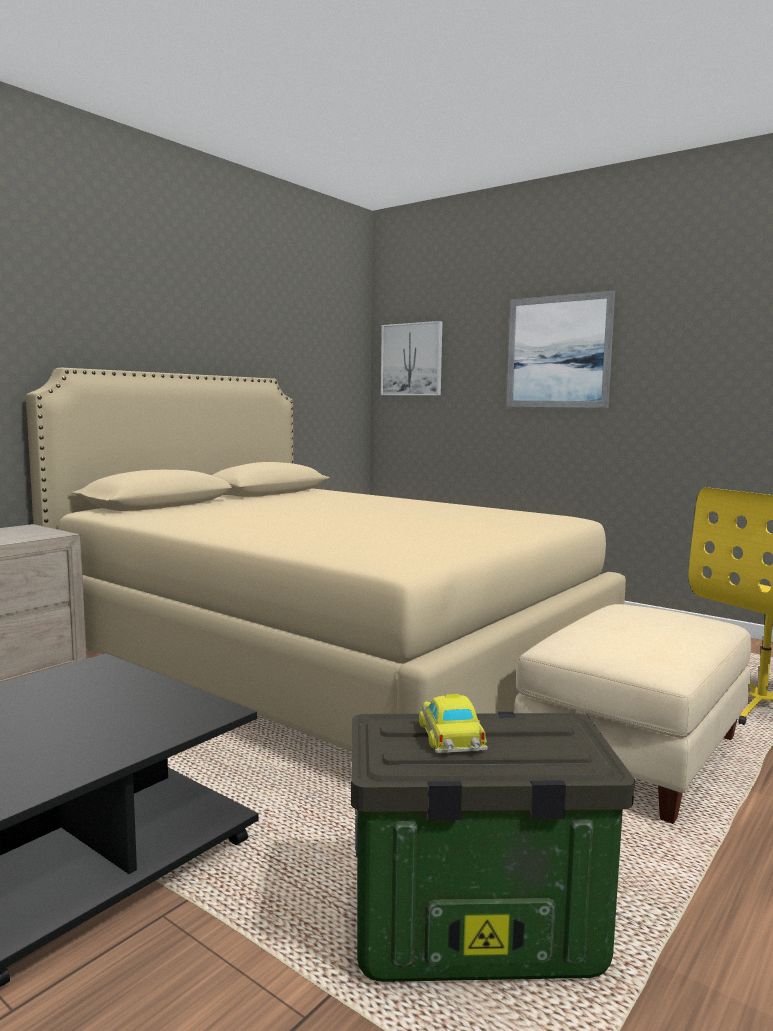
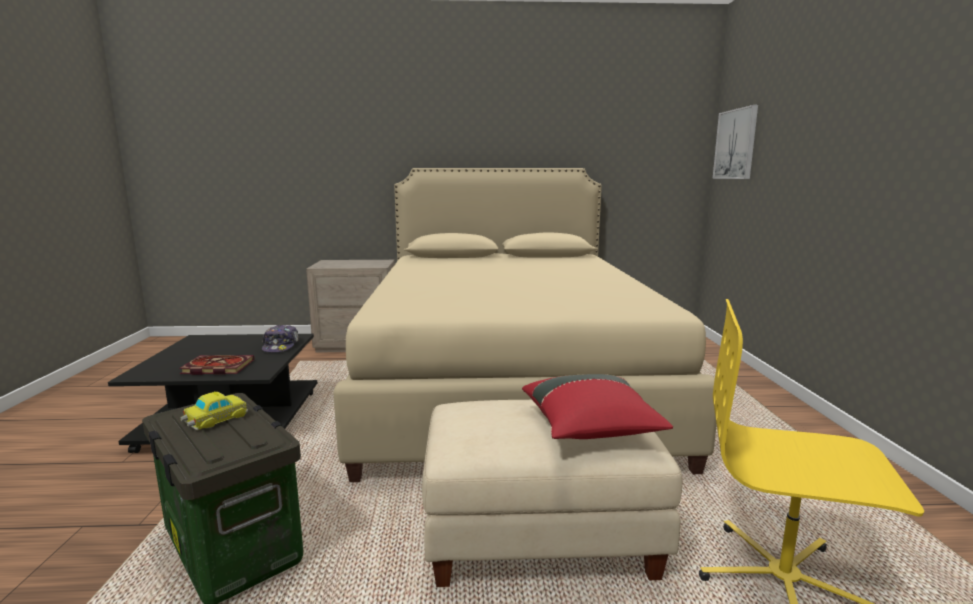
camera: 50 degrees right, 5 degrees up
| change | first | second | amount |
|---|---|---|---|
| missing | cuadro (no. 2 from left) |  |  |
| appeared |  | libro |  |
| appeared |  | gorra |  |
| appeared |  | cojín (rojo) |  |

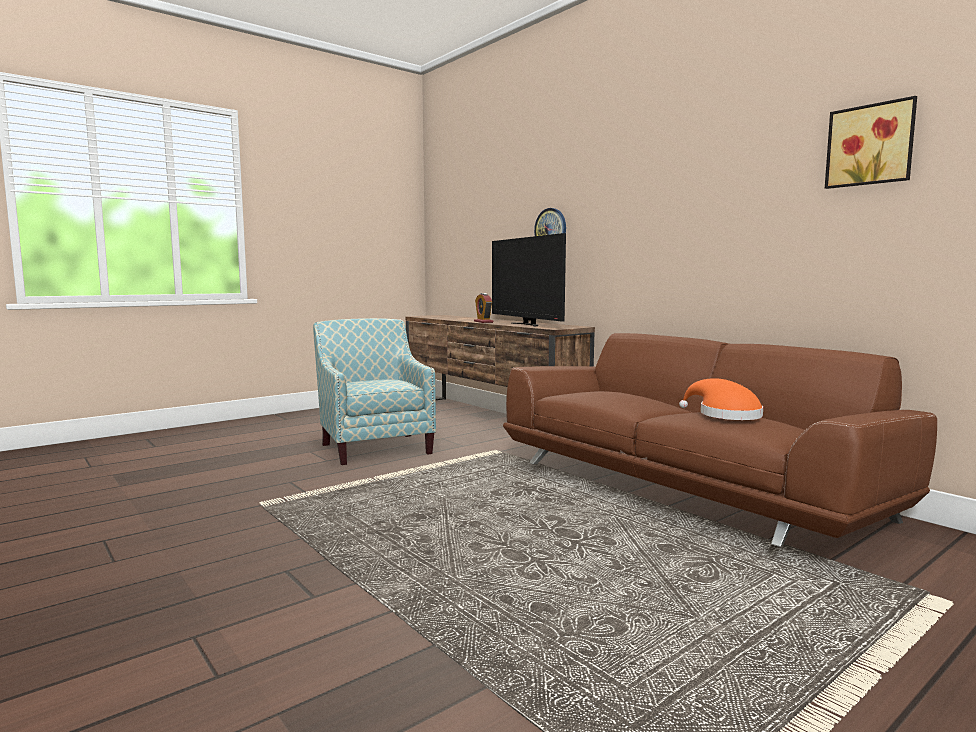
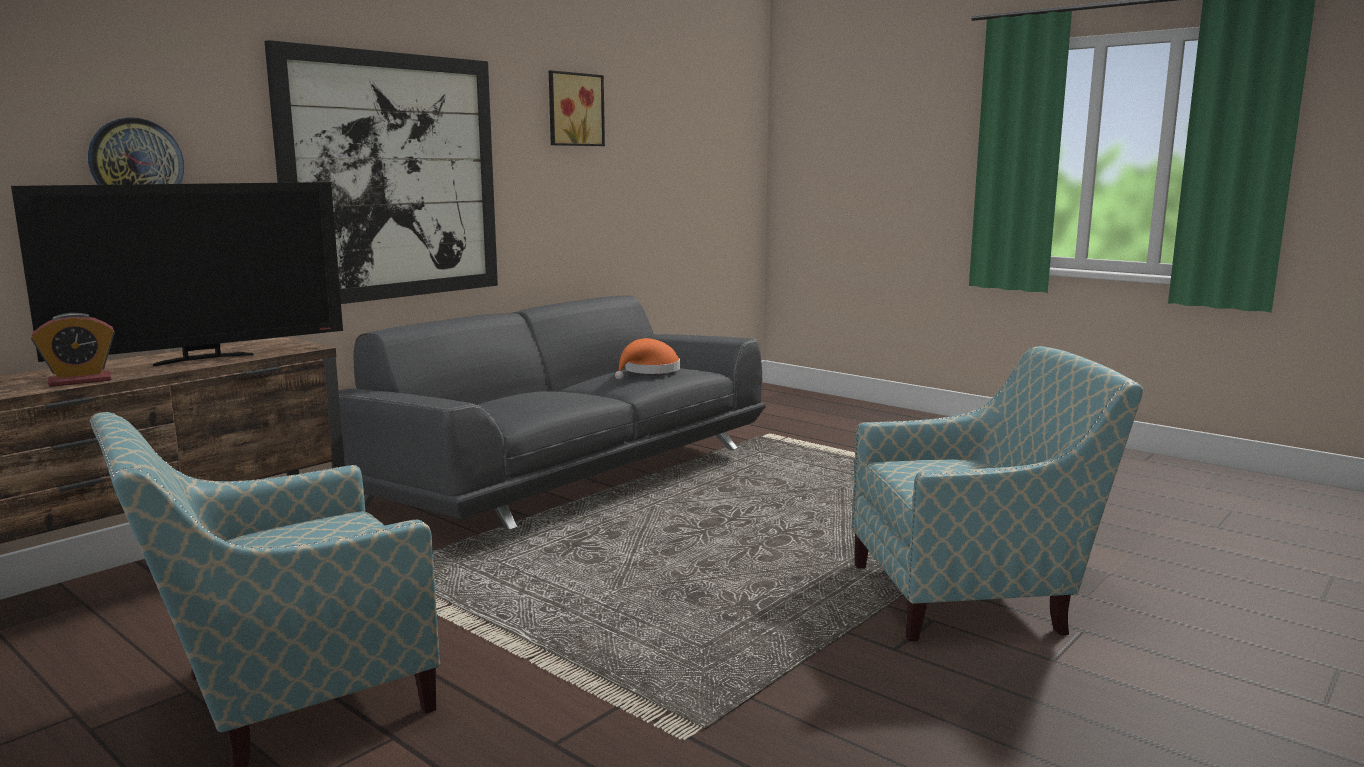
camera: 100 degrees left, 5 degrees up
| change | first | second | amount |
|---|---|---|---|
| appeared |  | cuadro (no. 1 from left) |  |
| appeared |  | sillón (no. 2 from left) |  |
| colour | sofá (marrón) | sofá (gris) |  |

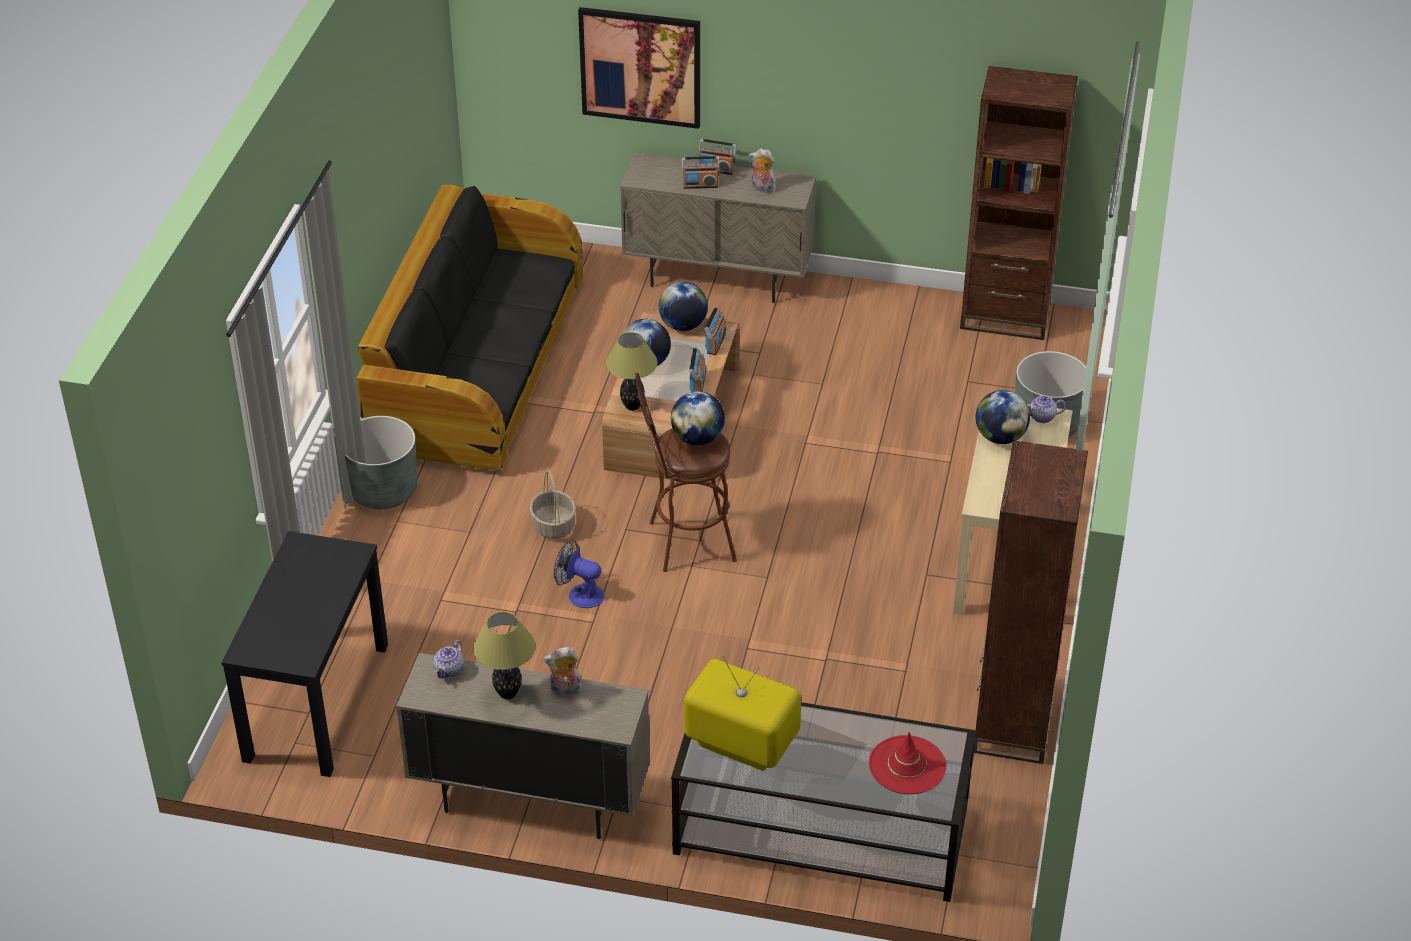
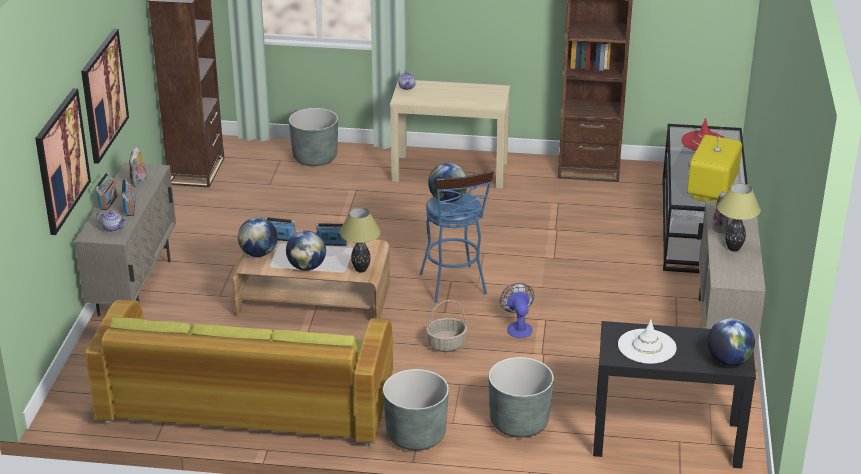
camera: 95 degrees left, 10 degrees down
| change | first | second | amount |
|---|---|---|---|
| appeared |  | cuadro (no. 2 from left) |  |
| appeared |  | maceta (gris) (no. 3 from left) |  |
| appeared |  | sombrero (blanco) |  |
| relocated | tetera (no. 1 from left) |  |  |
| relocated | globo terráqueo (no. 4 from left) |  |  |
| colour | sofá (negro) | sofá (verde) |  |
| colour | taburete (marrón) | taburete (azul) |  |
| spun | ventilador |  | 150 degrees clockwise |

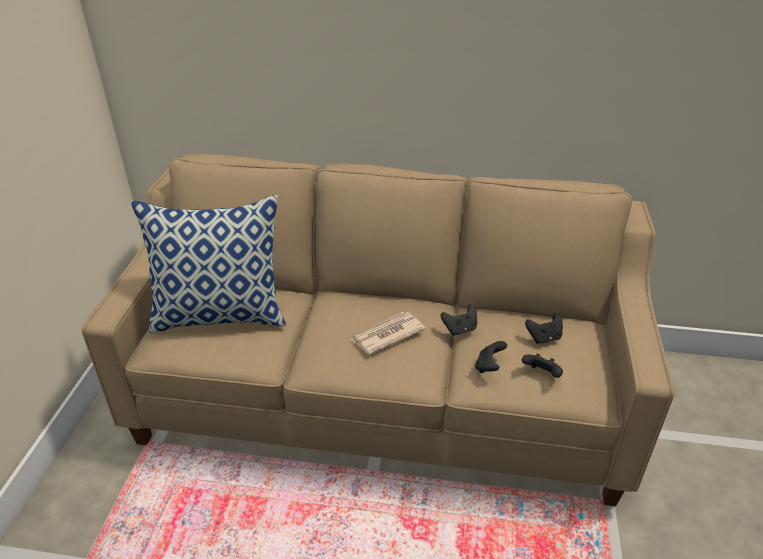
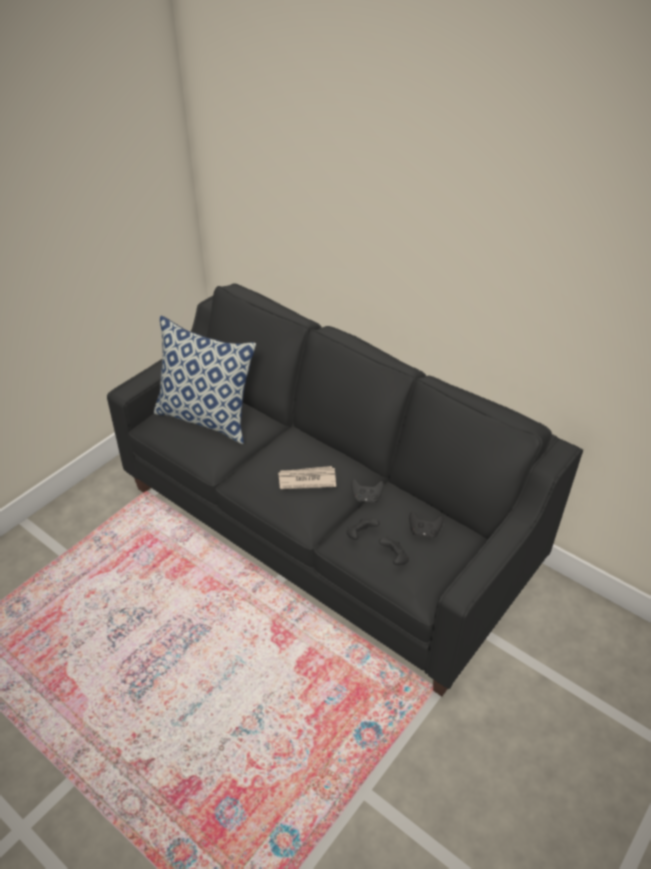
camera: 30 degrees right, 5 degrees up
| change | first | second | amount |
|---|---|---|---|
| colour | sofá (beis) | sofá (negro) |  |

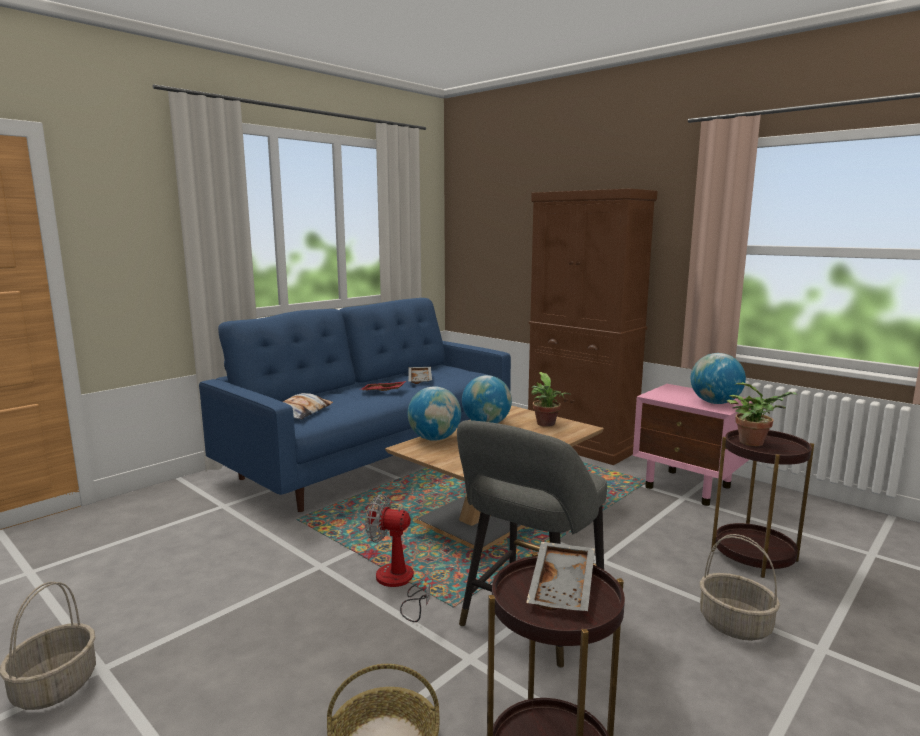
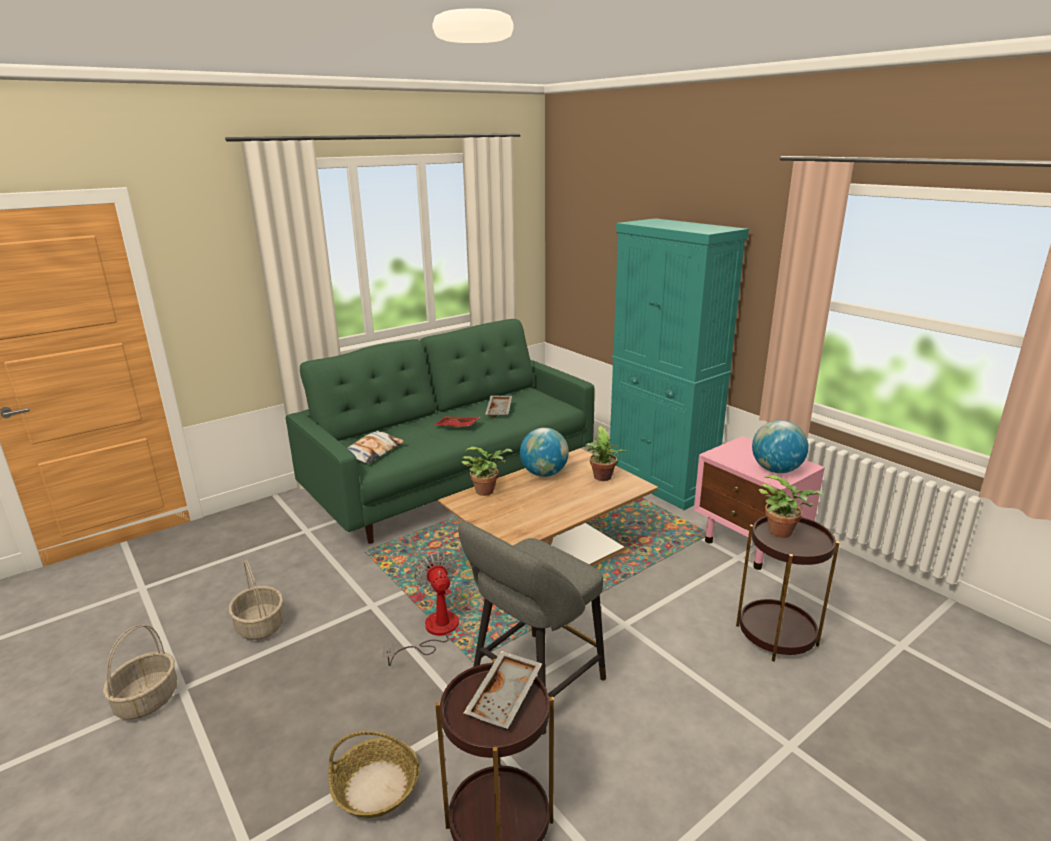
camera: 10 degrees right, 10 degrees up
| change | first | second | amount |
|---|---|---|---|
| relocated | cesta (no. 3 from left in the first image) | cesta (no. 2 from left) |  |
| exchanged | globo terráqueo (no. 1 from left) | planta en maceta (no. 1 from left) |  |
| colour | sofá (azul) | sofá (verde) |  |
| colour | armario (marrón) | armario (turquesa) |  |
| spun | ventilador |  | 45 degrees clockwise |

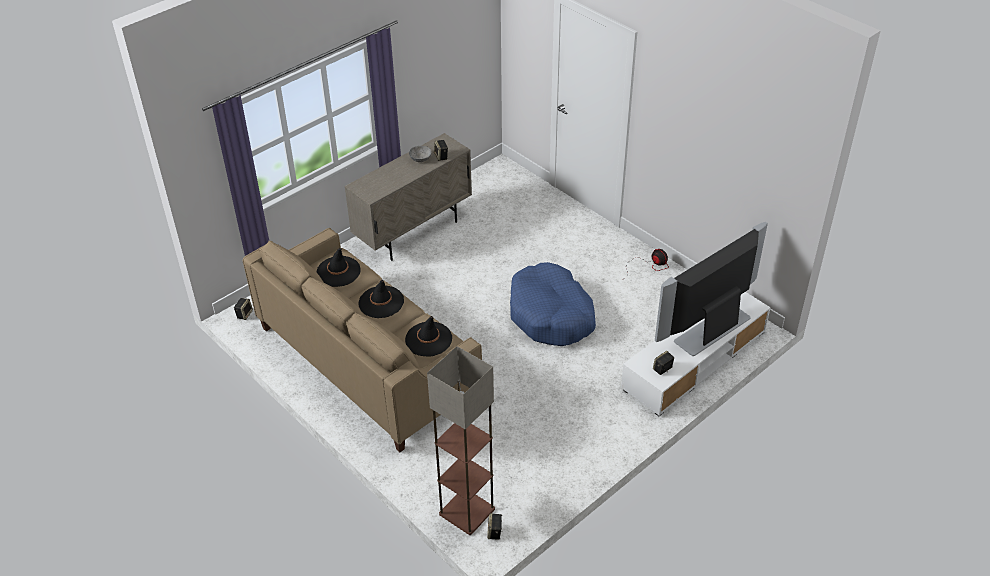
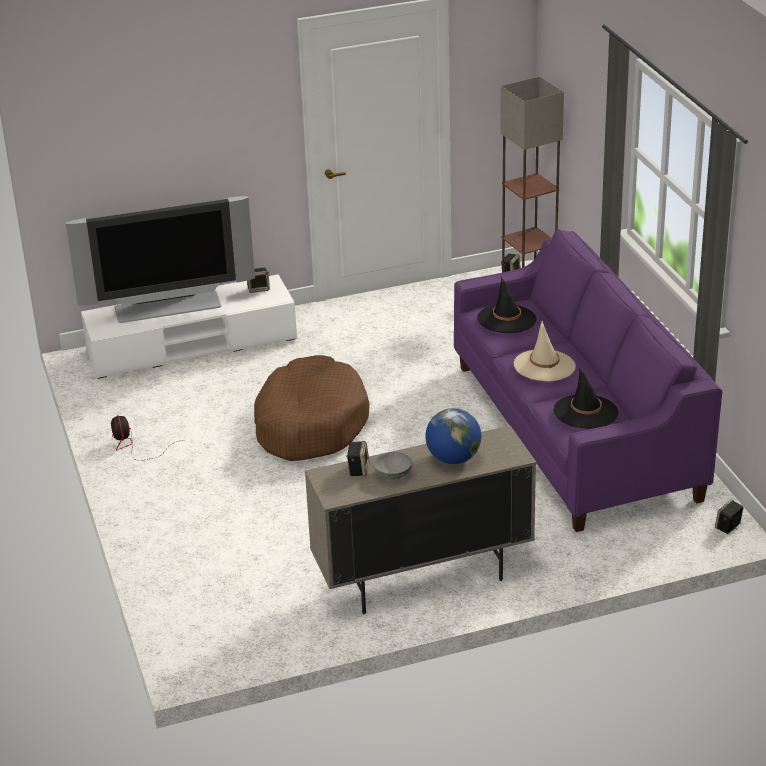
camera: 155 degrees left, 10 degrees down
| change | first | second | amount |
|---|---|---|---|
| appeared |  | globo terráqueo |  |
| colour | sofá (beis) | sofá (morado) |  |
| colour | sombrero (negro) (no. 2 from left) | sombrero (beis) |  |
| colour | cama para perro (azul) | cama para perro (marrón) |  |

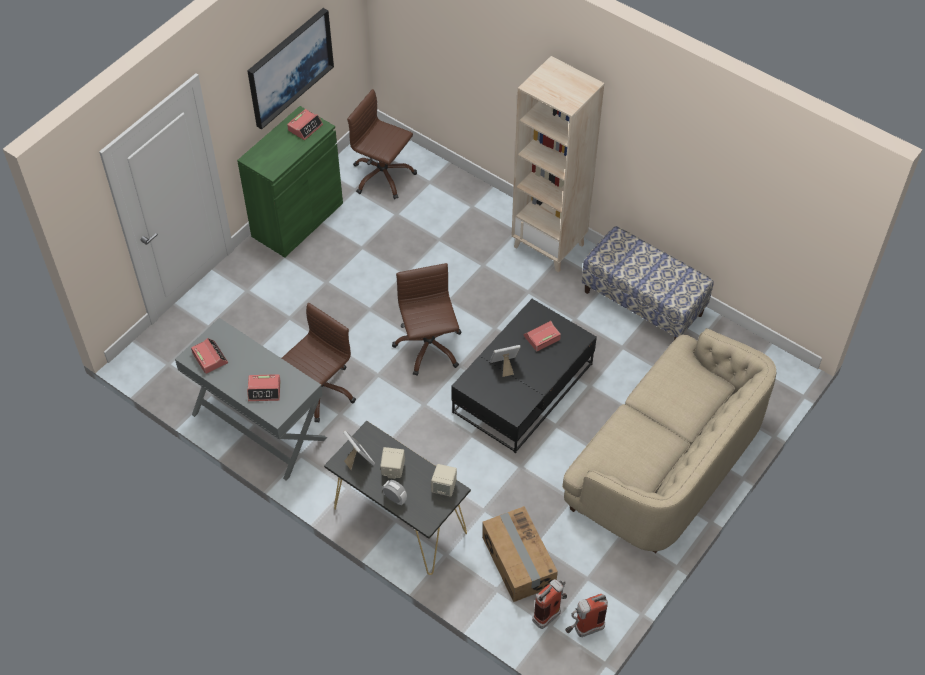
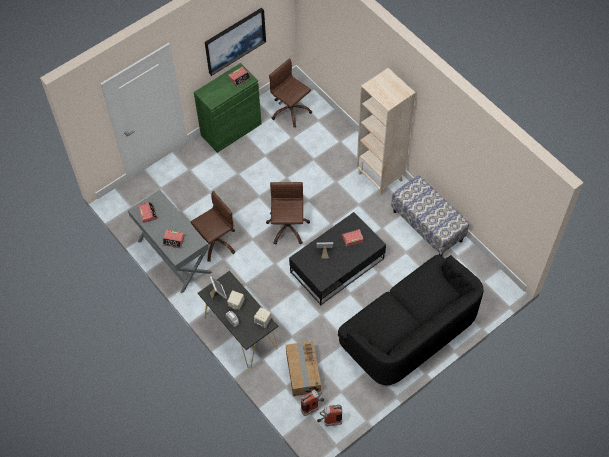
camera: 15 degrees right, 5 degrees up
| change | first | second | amount |
|---|---|---|---|
| colour | sofá (beis) | sofá (negro) |  |

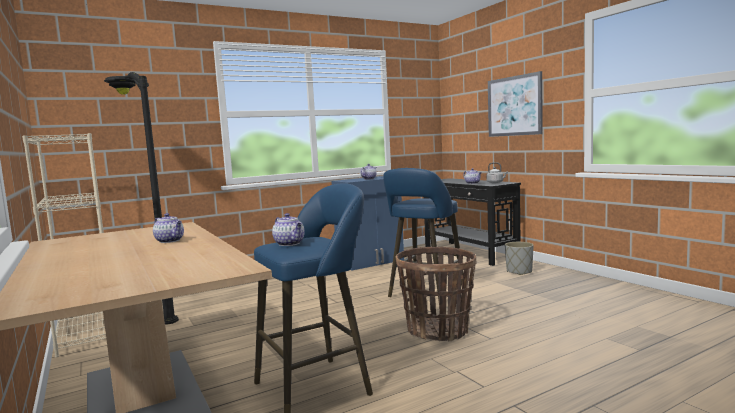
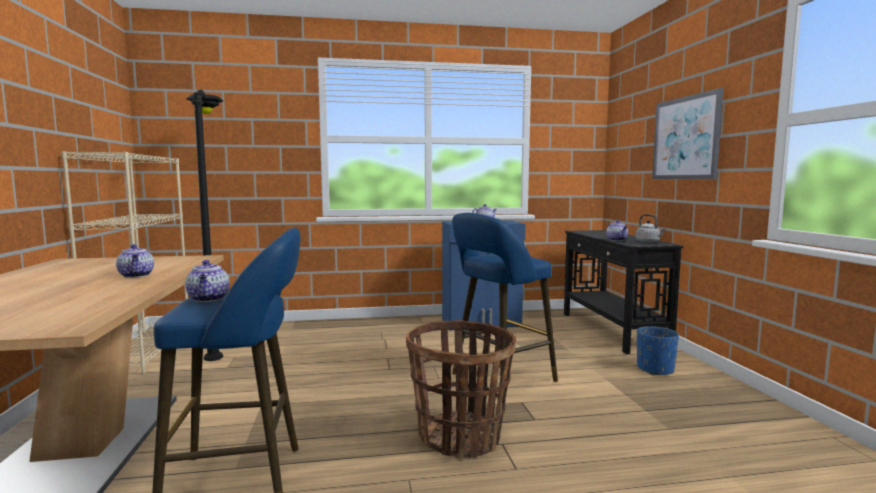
camera: 20 degrees right, 0 degrees up
| change | first | second | amount |
|---|---|---|---|
| colour | maceta (gris) | maceta (azul) |  |

